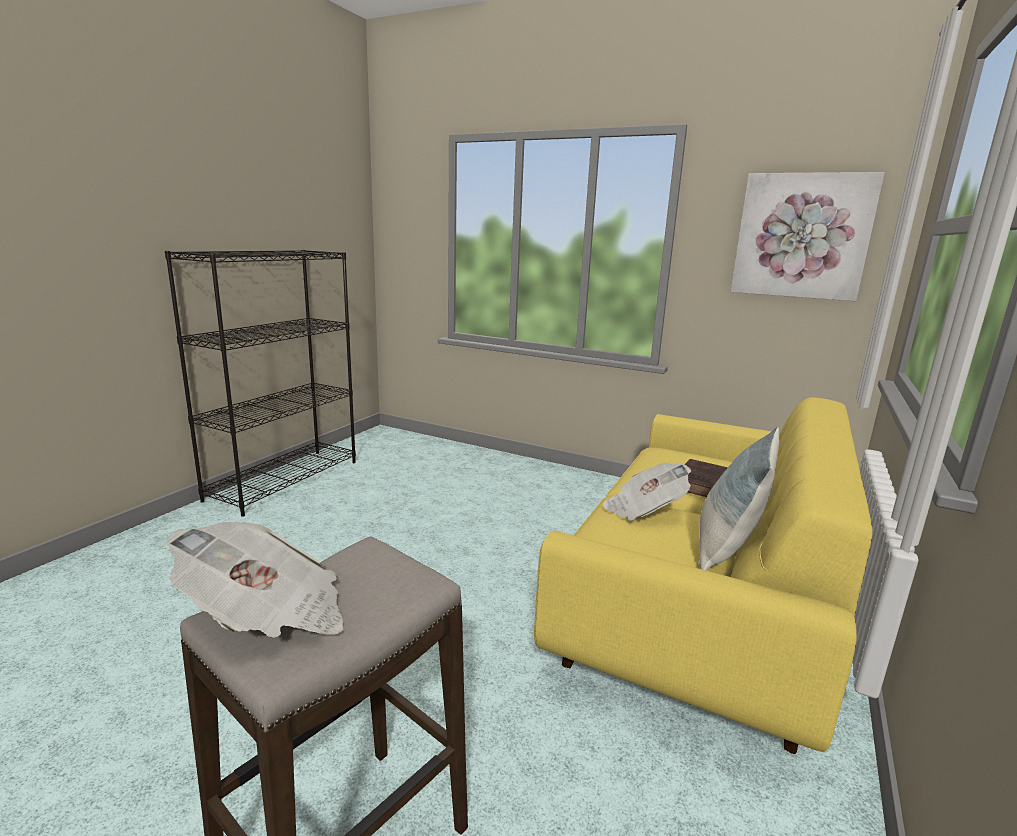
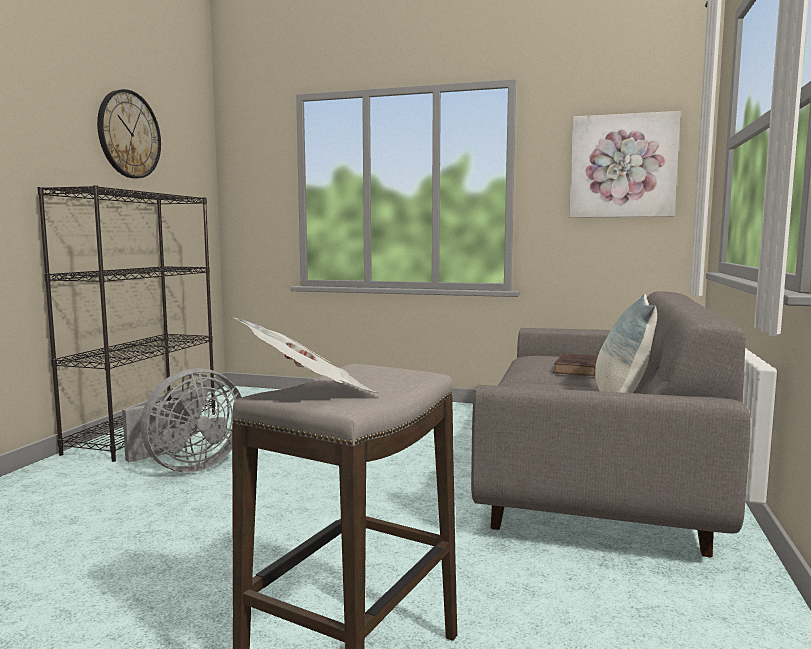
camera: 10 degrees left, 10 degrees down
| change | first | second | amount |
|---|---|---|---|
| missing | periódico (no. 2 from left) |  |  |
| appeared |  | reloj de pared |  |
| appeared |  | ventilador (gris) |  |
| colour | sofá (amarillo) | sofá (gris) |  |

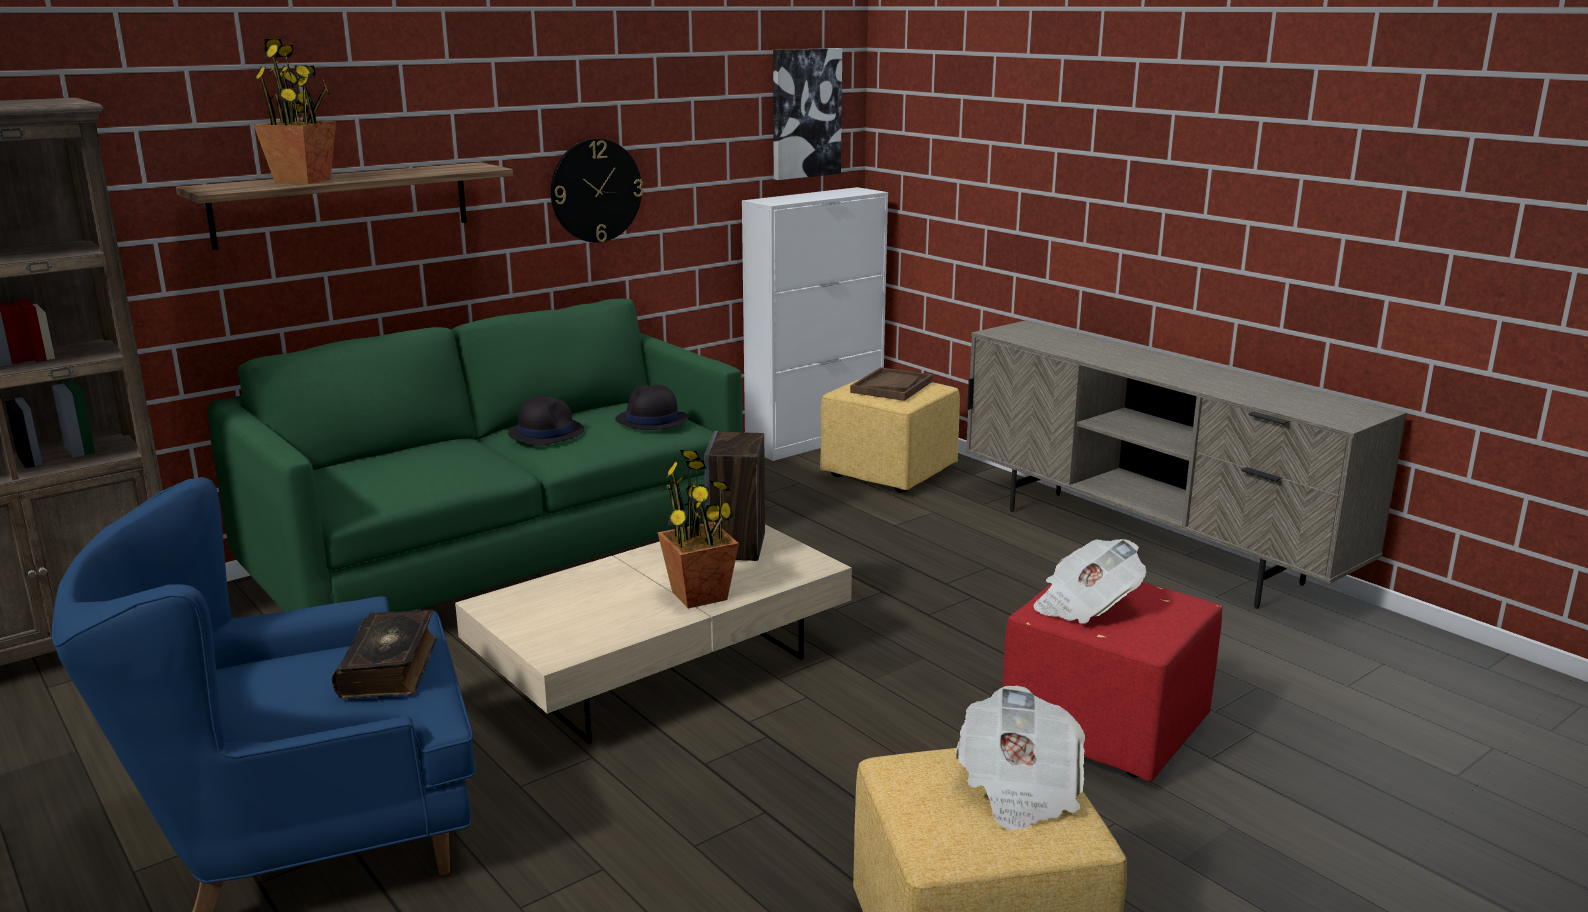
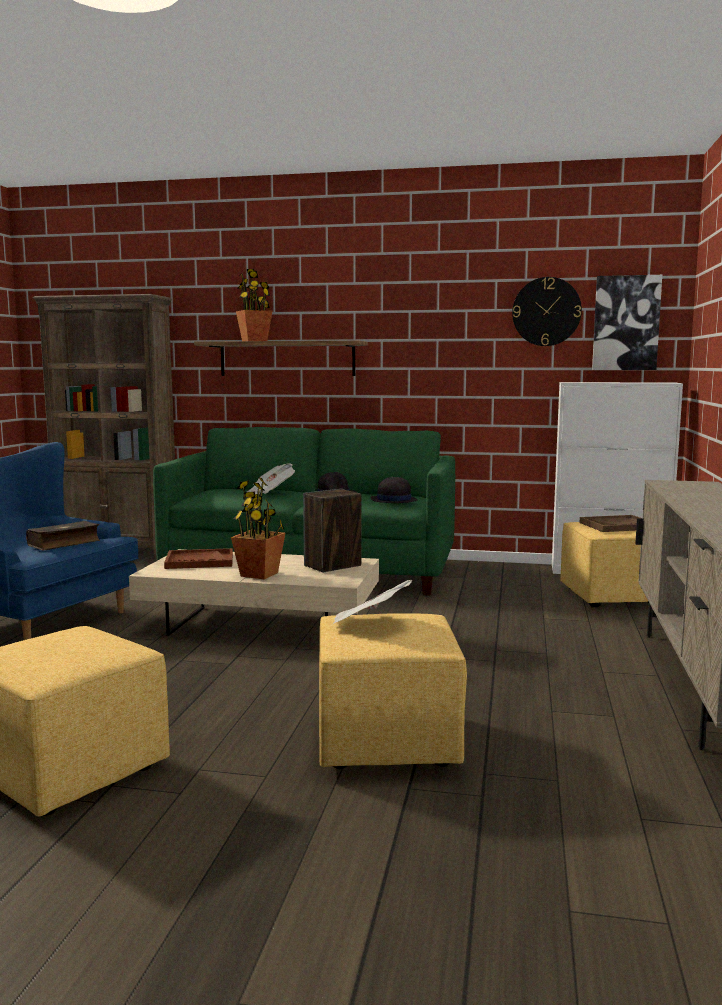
camera: 50 degrees right, 10 degrees down
| change | first | second | amount |
|---|---|---|---|
| appeared |  | bandeja (marrón) (no. 1 from left) |  |
| relocated | reloj de pared |  |  |
| relocated | periódico (no. 1 from left) |  |  |
| colour | puf (rojo) | puf (amarillo) (no. 2 from left) |  |

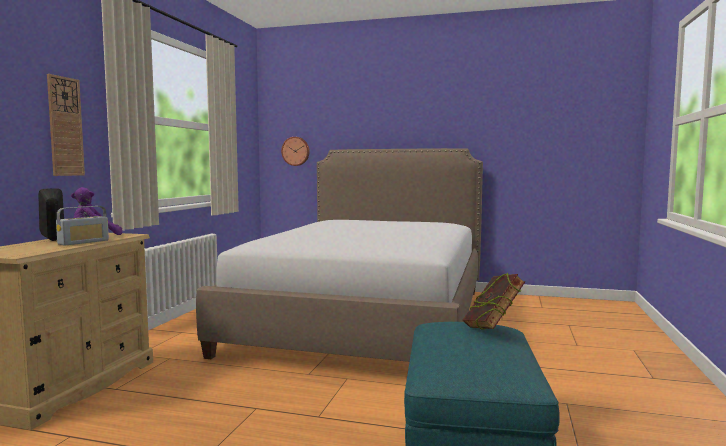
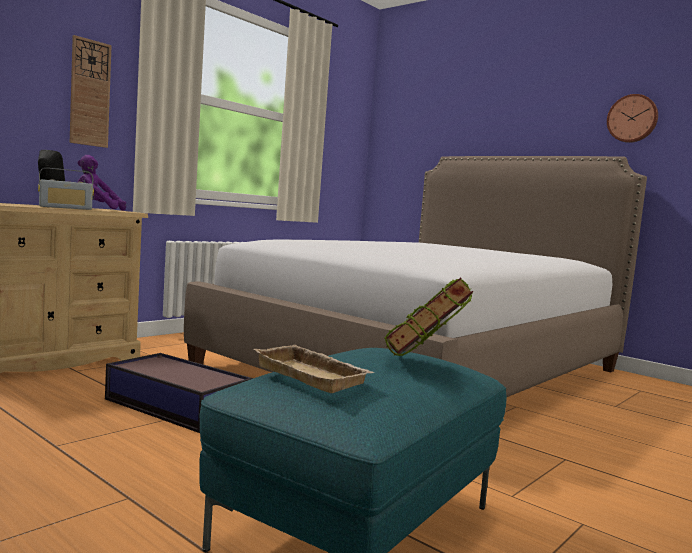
camera: 25 degrees right, 0 degrees up
| change | first | second | amount |
|---|---|---|---|
| appeared |  | caja de almacenaje |  |
| appeared |  | bandeja (beis) |  |
| relocated | reloj de pared (no. 2 from left) |  |  |

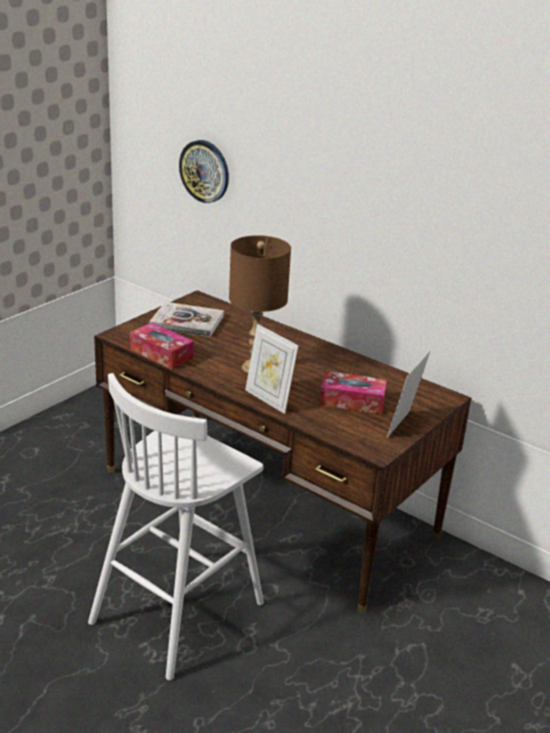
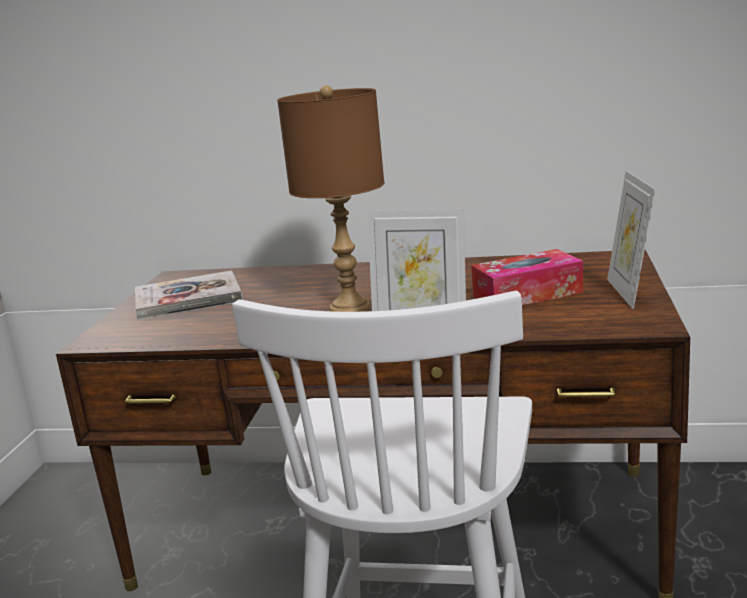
camera: 25 degrees left, 10 degrees down
| change | first | second | amount |
|---|---|---|---|
| missing | caja de pañuelos (no. 1 from left) |  |  |
| missing | reloj de pared |  |  |

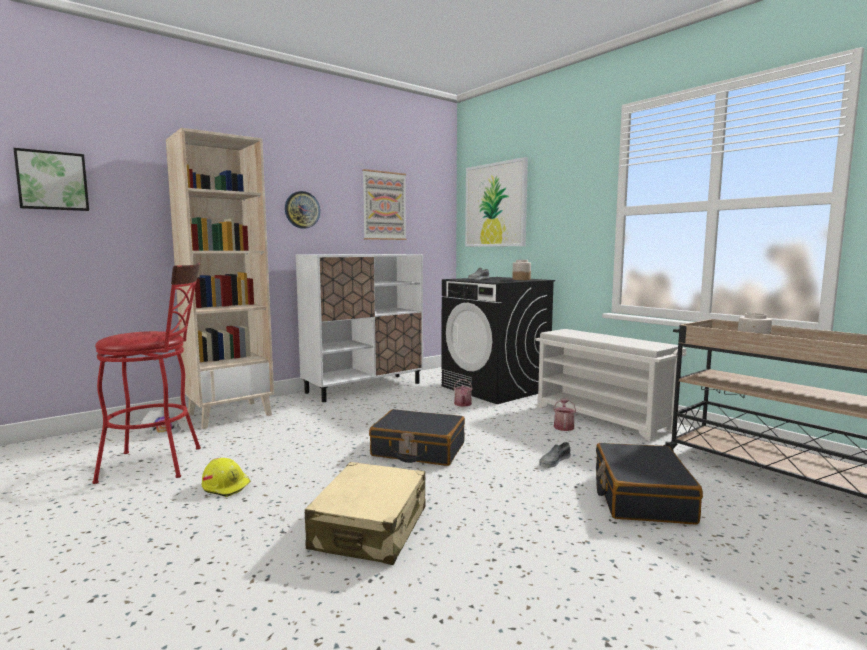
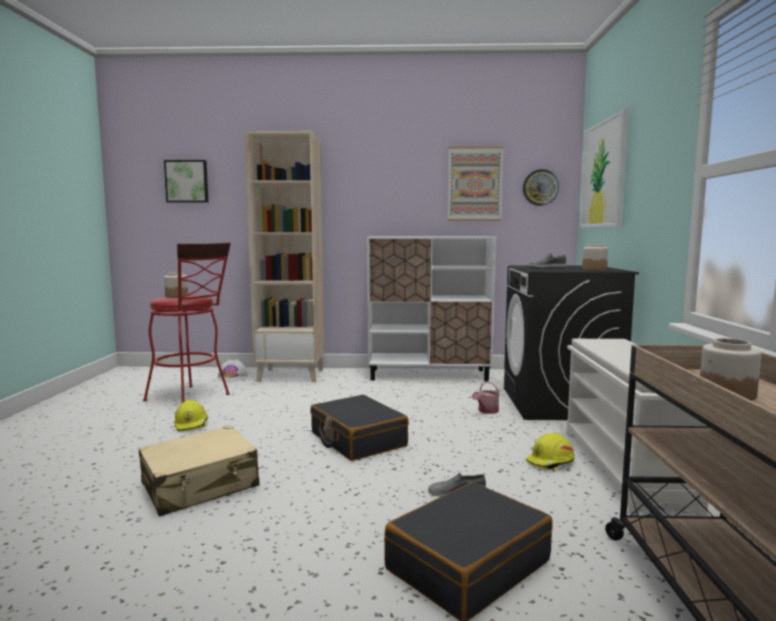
camera: 40 degrees right, 0 degrees up
| change | first | second | amount |
|---|---|---|---|
| appeared |  | tarro (no. 1 from left) |  |
| relocated | reloj de pared |  |  |
| exchanged | regadera (no. 2 from left) | casco (amarillo) (no. 2 from left) |  |

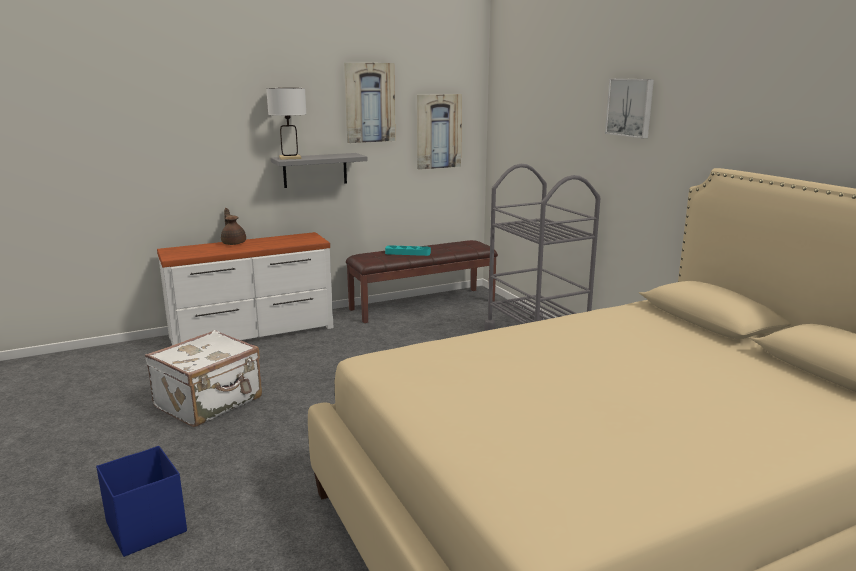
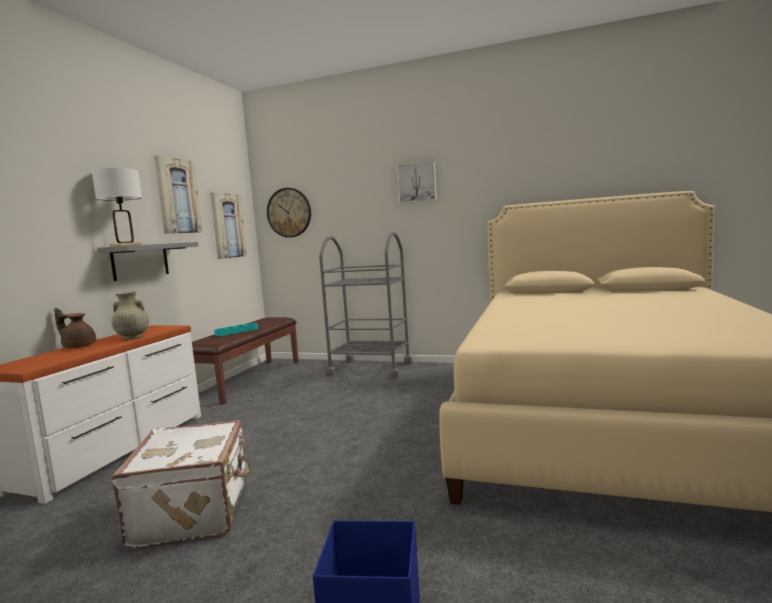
camera: 45 degrees left, 10 degrees down
| change | first | second | amount |
|---|---|---|---|
| appeared |  | florero (beis) |  |
| appeared |  | reloj de pared |  |

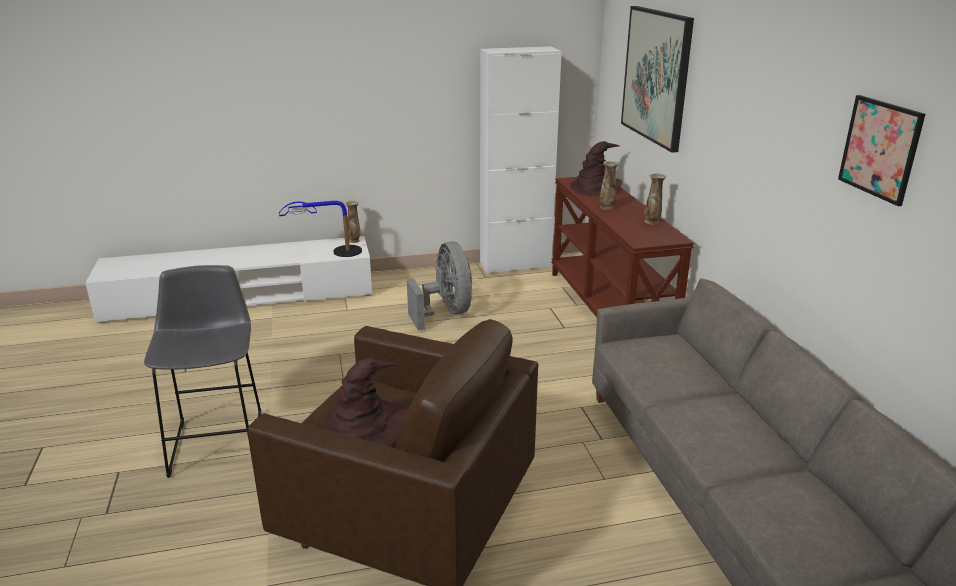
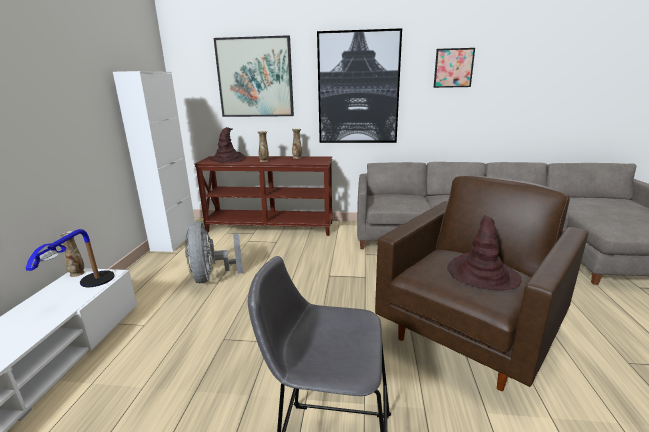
camera: 70 degrees left, 5 degrees down
| change | first | second | amount |
|---|---|---|---|
| appeared |  | cuadro (no. 2 from left) |  |
| spun | ventilador (gris) |  | 105 degrees counterclockwise |

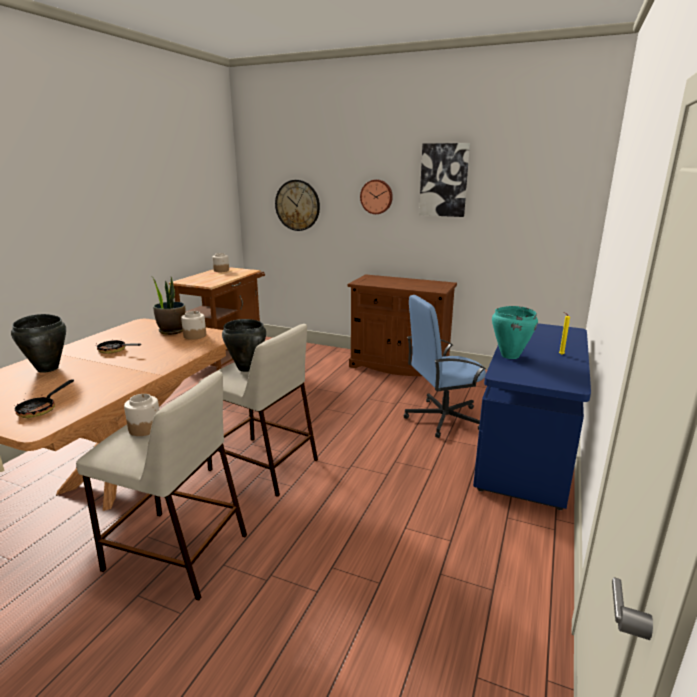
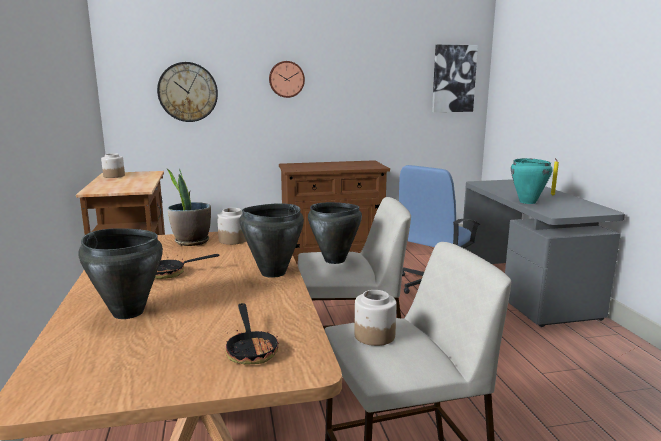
camera: 35 degrees left, 5 degrees down
| change | first | second | amount |
|---|---|---|---|
| appeared |  | olla (negro) (no. 2 from left) |  |
| relocated | cuadro |  |  |
| colour | escritorio (azul) | escritorio (gris) |  |

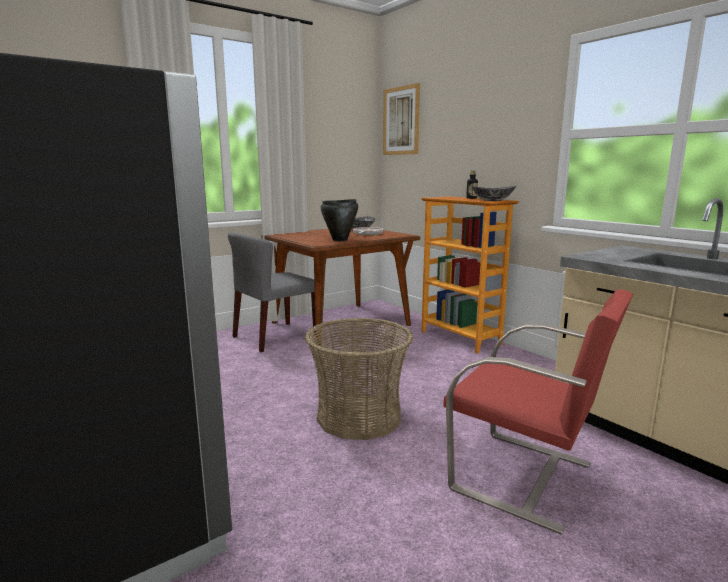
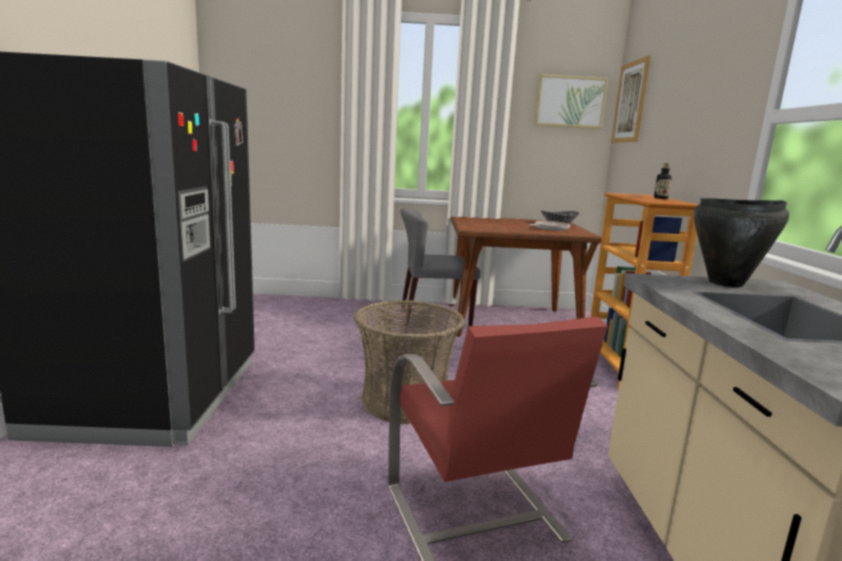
camera: 35 degrees right, 0 degrees up
| change | first | second | amount |
|---|---|---|---|
| missing | cuenco (no. 2 from left) |  |  |
| appeared |  | cuadro (no. 1 from left) |  |
| relocated | olla (negro) |  |  |

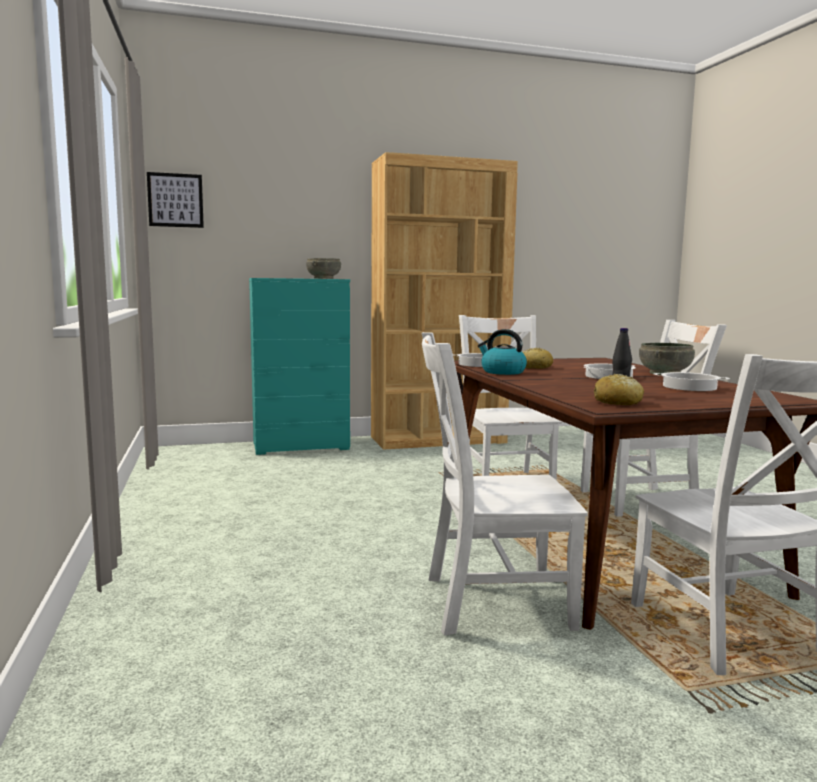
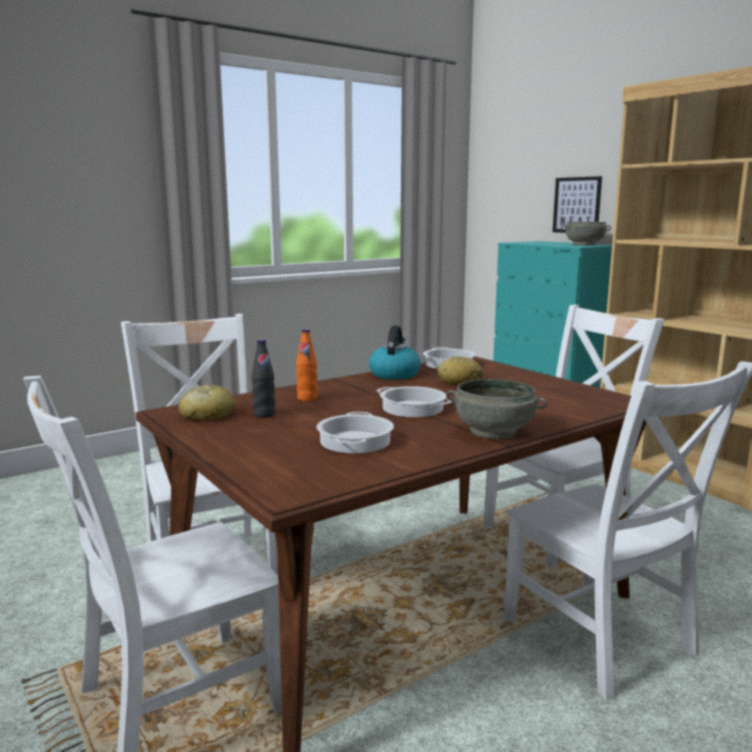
camera: 70 degrees right, 5 degrees up
| change | first | second | amount |
|---|---|---|---|
| appeared |  | botella (naranja) |  |
| relocated | cuadro |  |  |

